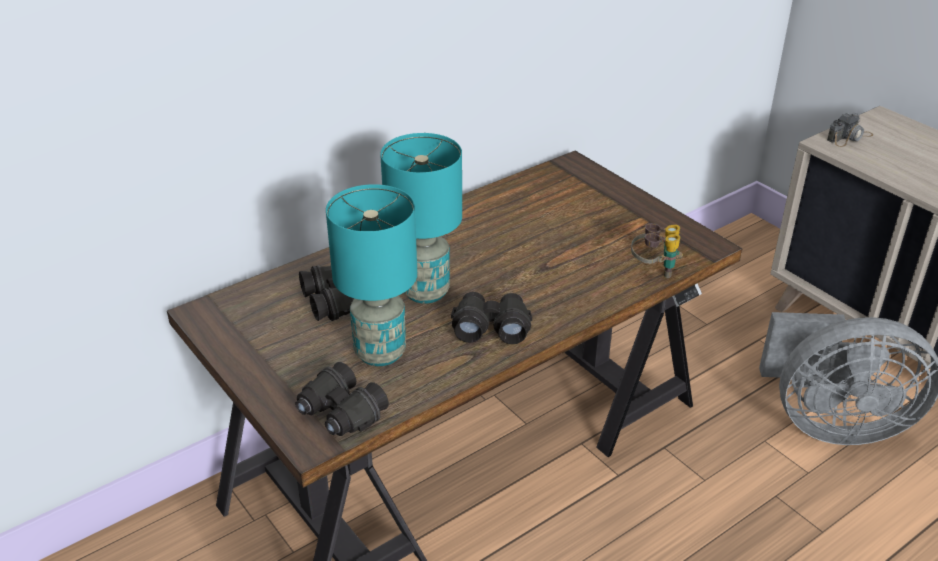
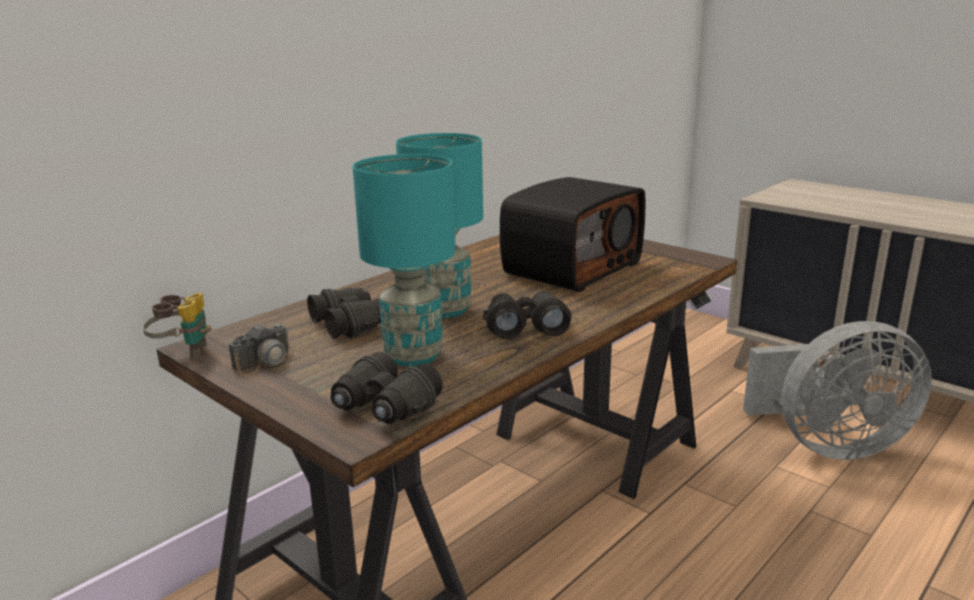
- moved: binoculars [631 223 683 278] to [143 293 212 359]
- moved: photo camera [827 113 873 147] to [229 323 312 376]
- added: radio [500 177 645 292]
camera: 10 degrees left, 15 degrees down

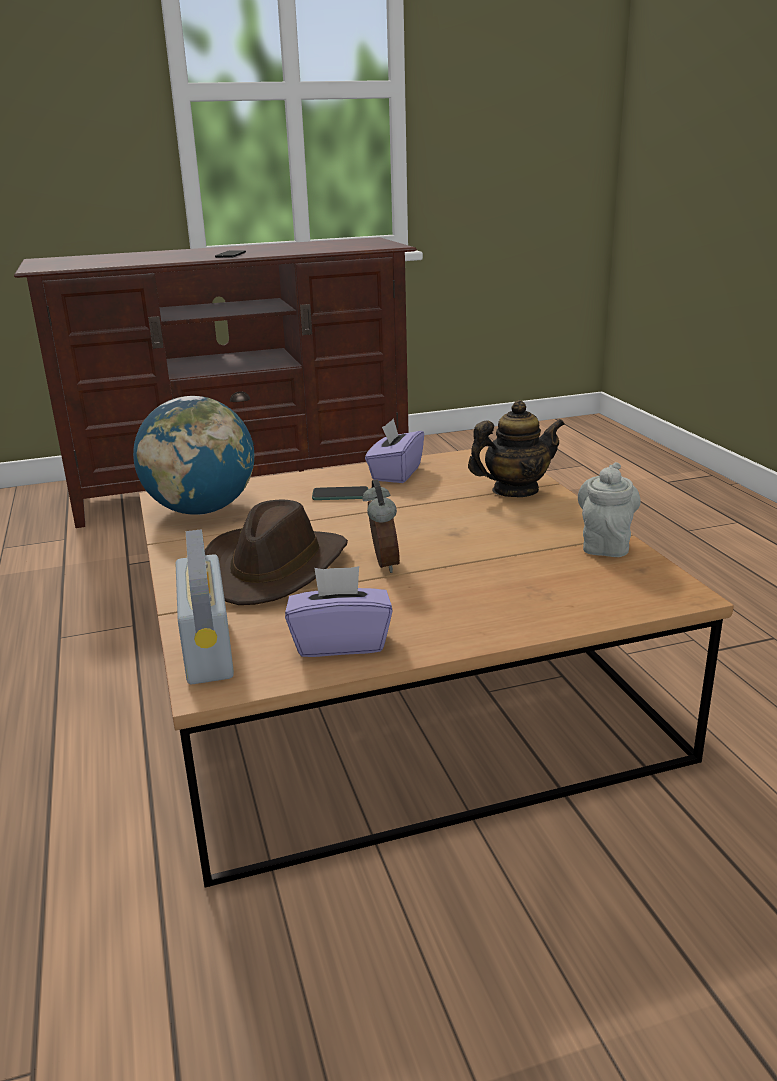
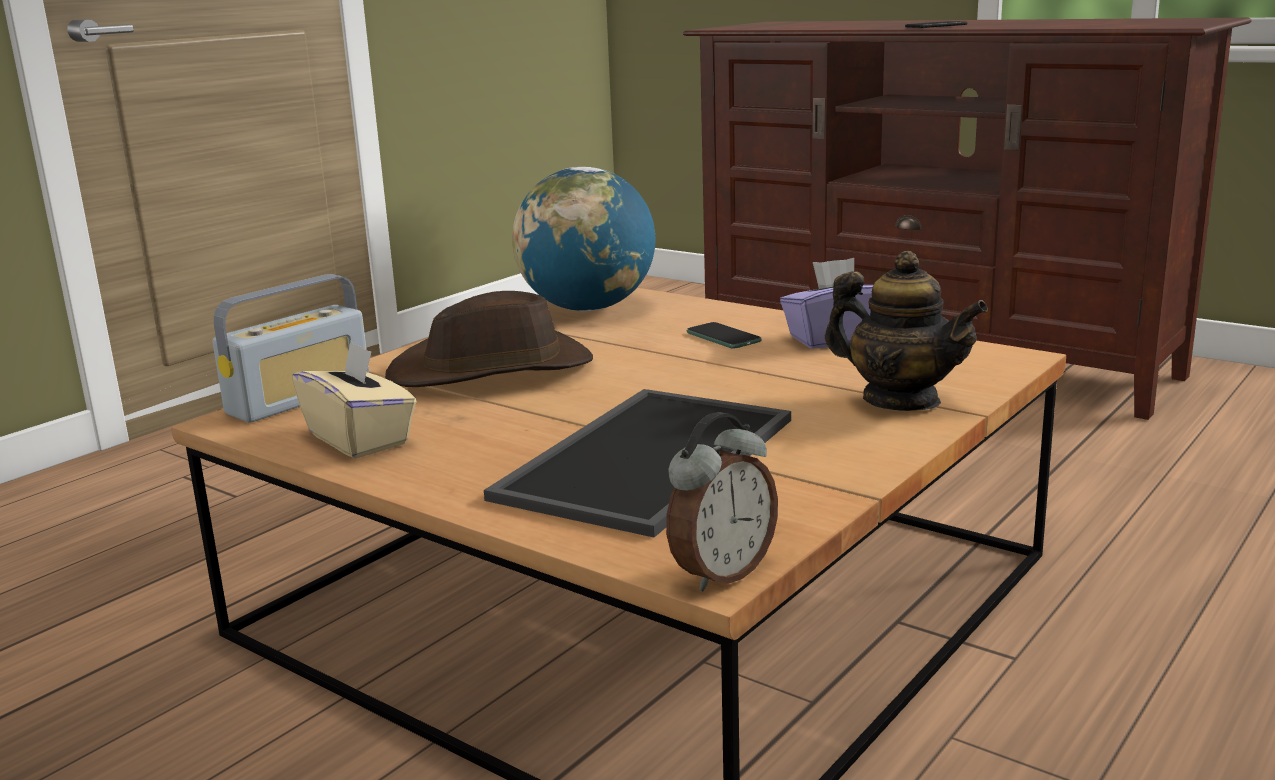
- recoloured: purple tissue box [285 566 393 657] to beige tissue box [292 341 417 458]
- added: tray [484 389 791 537]
- moved: alarm clock [362 479 400 573] to [666 413 778 591]
- removed: grey teapot [578 462 640 557]
camera: 55 degrees right, 5 degrees down

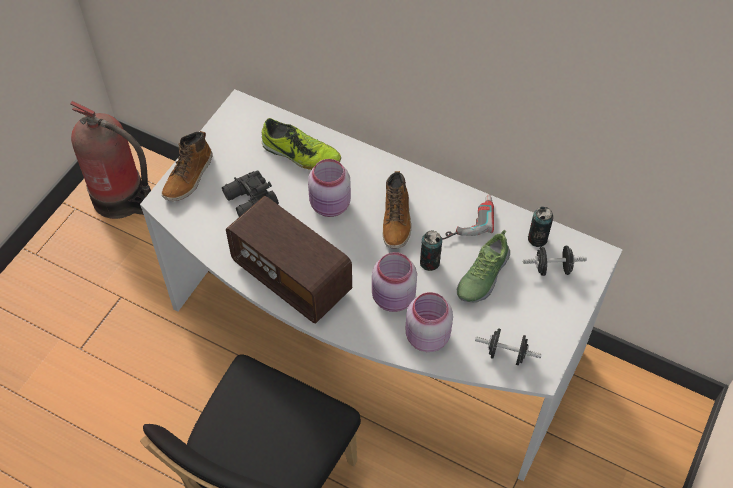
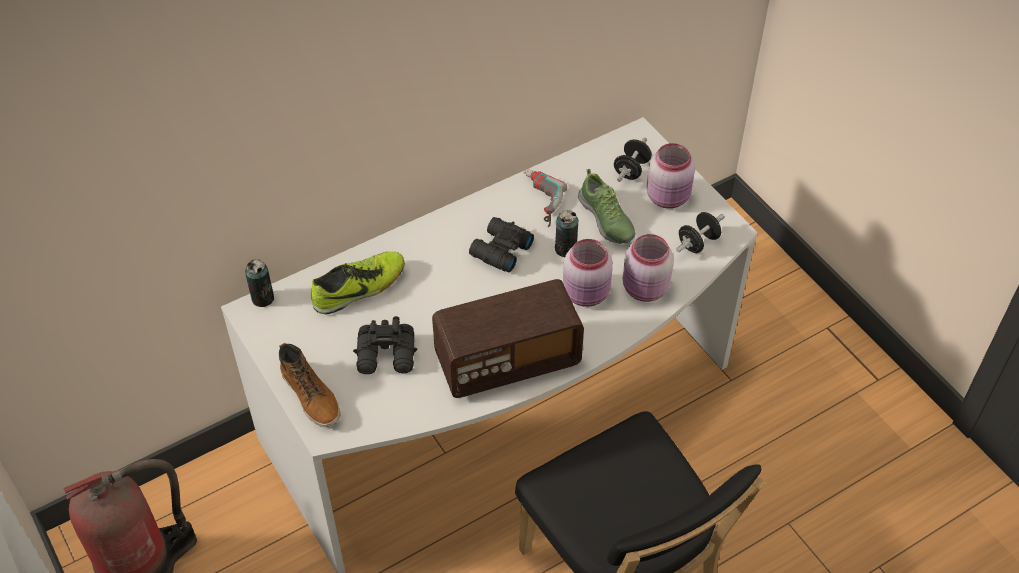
- moved: can [528 207 553 247] to [245 259 274 307]
- replaced: boot [383 171 411 248] to black binoculars [469 217 534 272]
- moved: pink jar [308 159 351 217] to [646 143 695 209]
camera: 60 degrees left, 5 degrees down

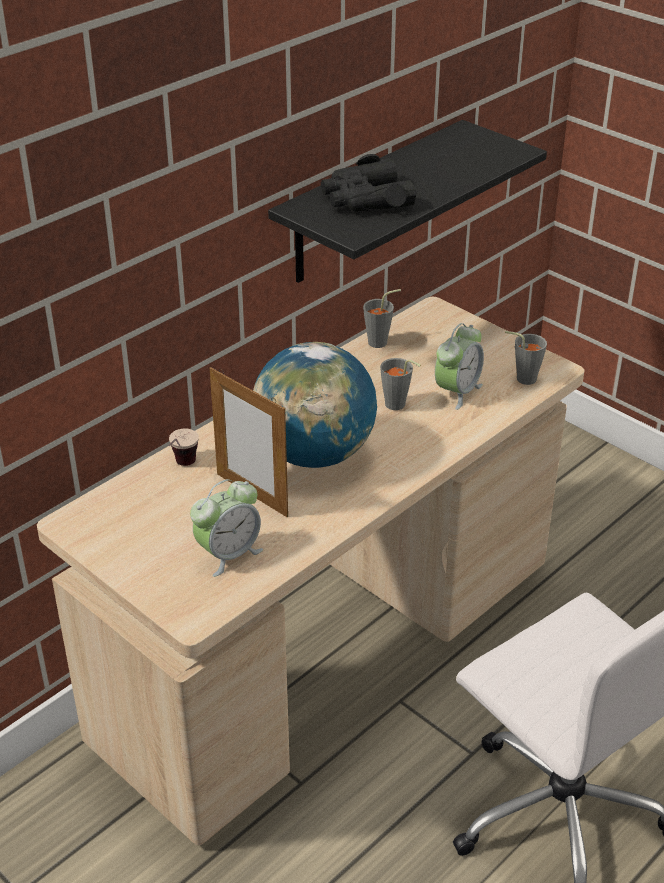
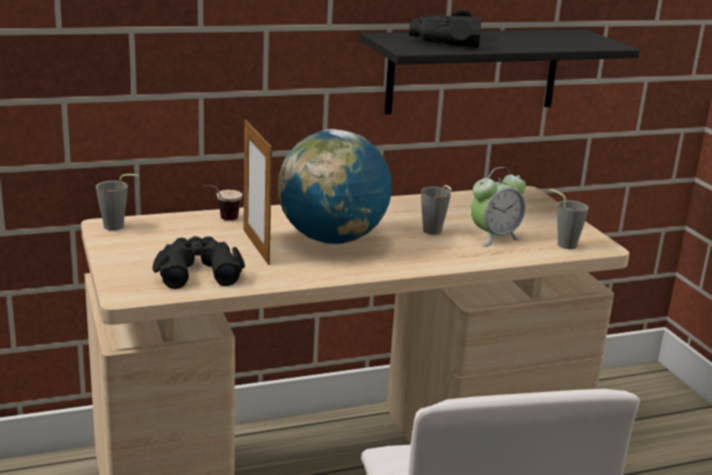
- moved: grey cup [363 289 401 348] to [96 174 138 230]
- replaced: alarm clock [190 479 263 577] to black binoculars [152 236 245 289]
camera: 25 degrees right, 15 degrees down

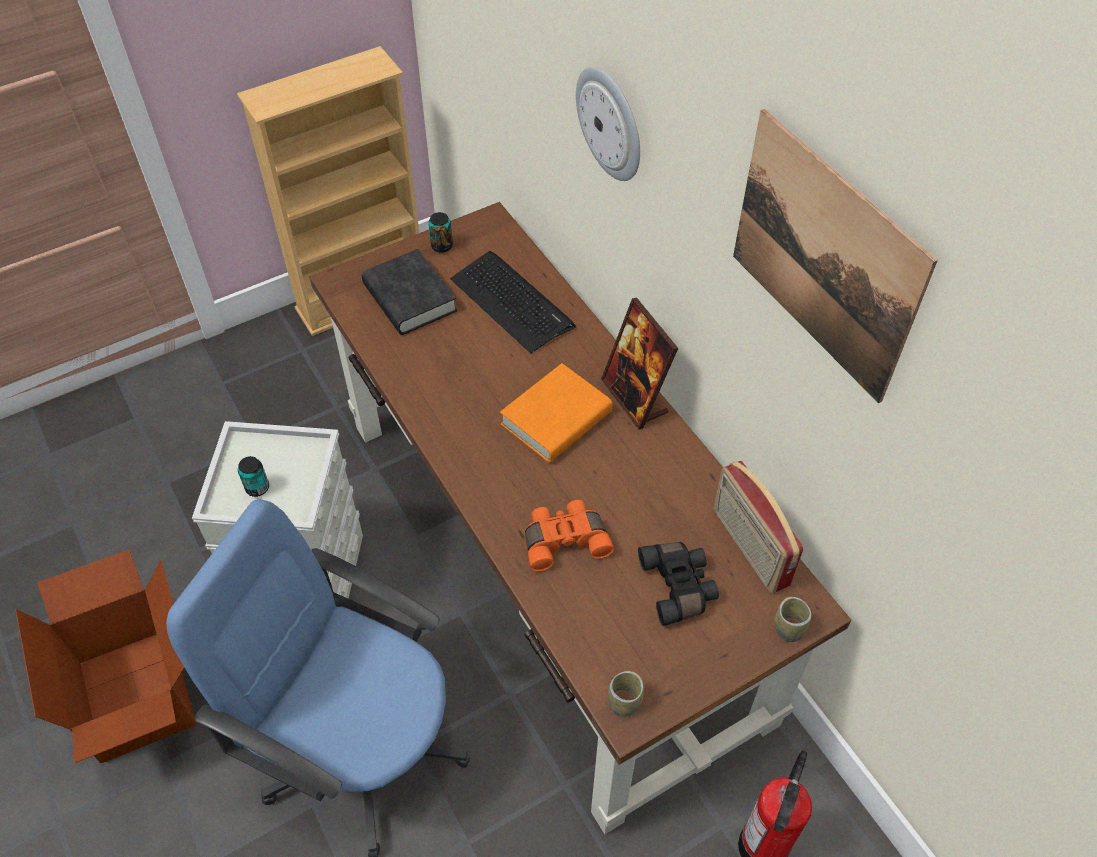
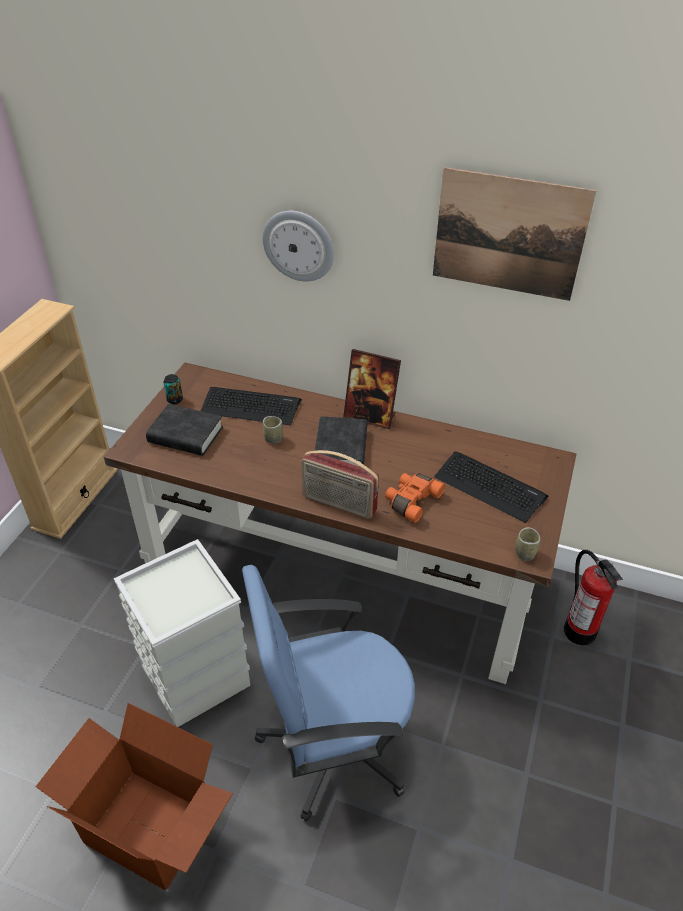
- moved: cup [774 597 811 642] to [263 416 283 444]
- moved: radio [713 461 803 593] to [301 450 379 519]
- recoloured: orange book [500 363 612 463] to black book [315 416 367 467]
- replaced: black binoculars [638 542 719 626] to keyboard [434 451 548 523]
- removed: can [238 456 269 497]
camera: 40 degrees left, 10 degrees down

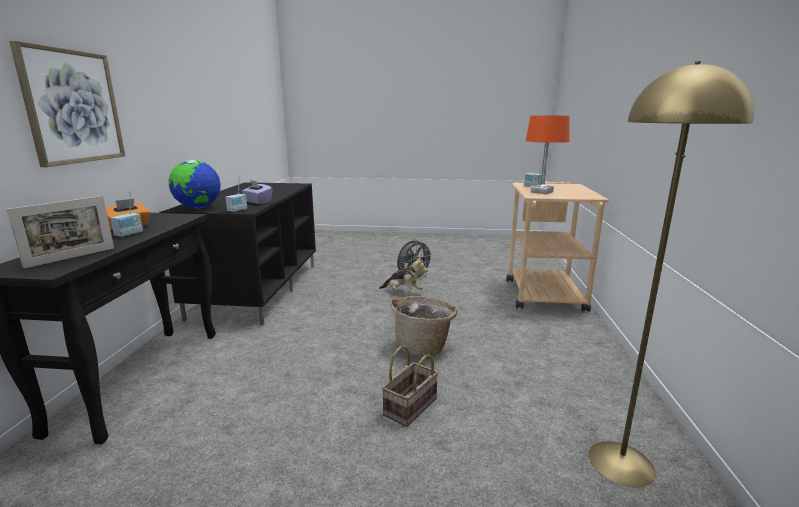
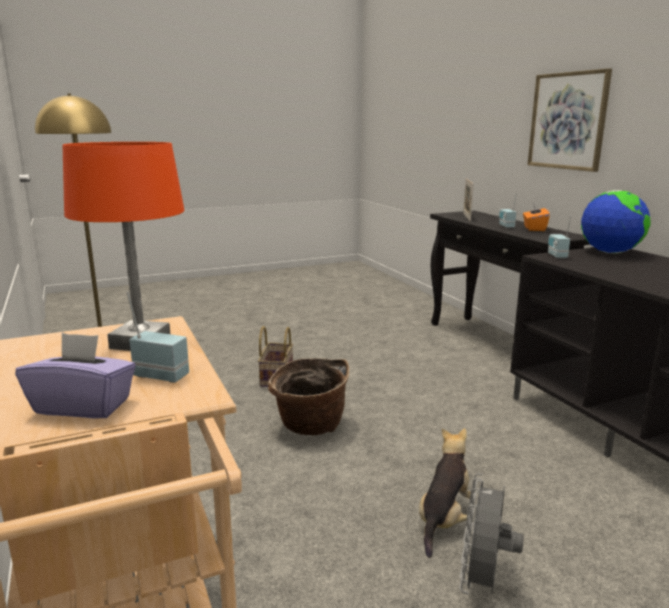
- moved: purple tissue box [242 180 273 204] to [15 333 136 418]
- turned: plush toy [379 256 428 293] = [419 428 471 558] 120 degrees clockwise
camera: 150 degrees right, 0 degrees up

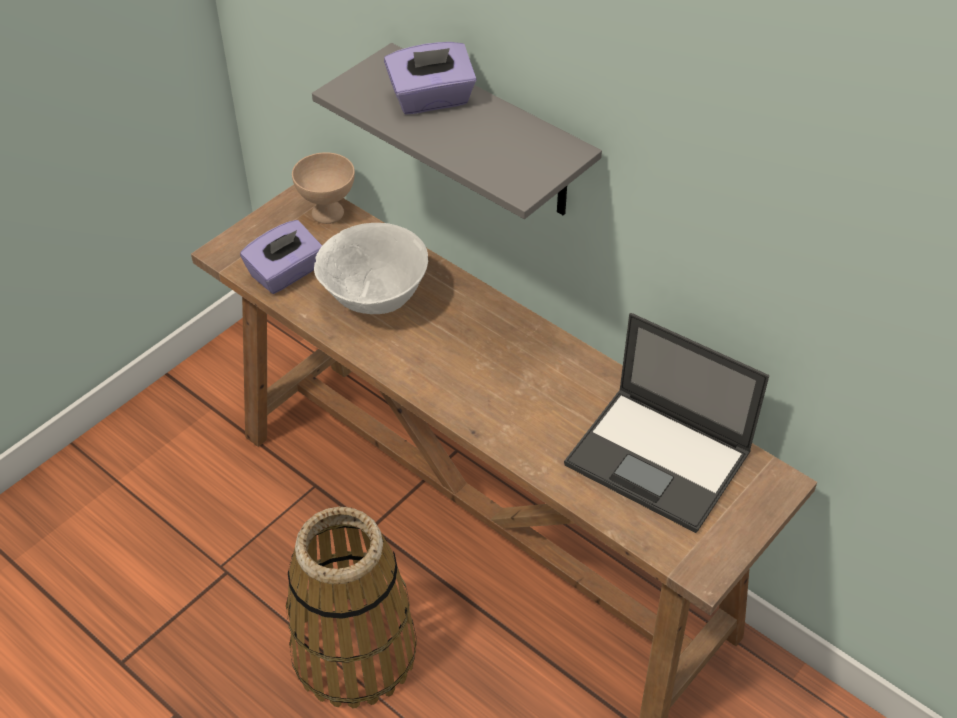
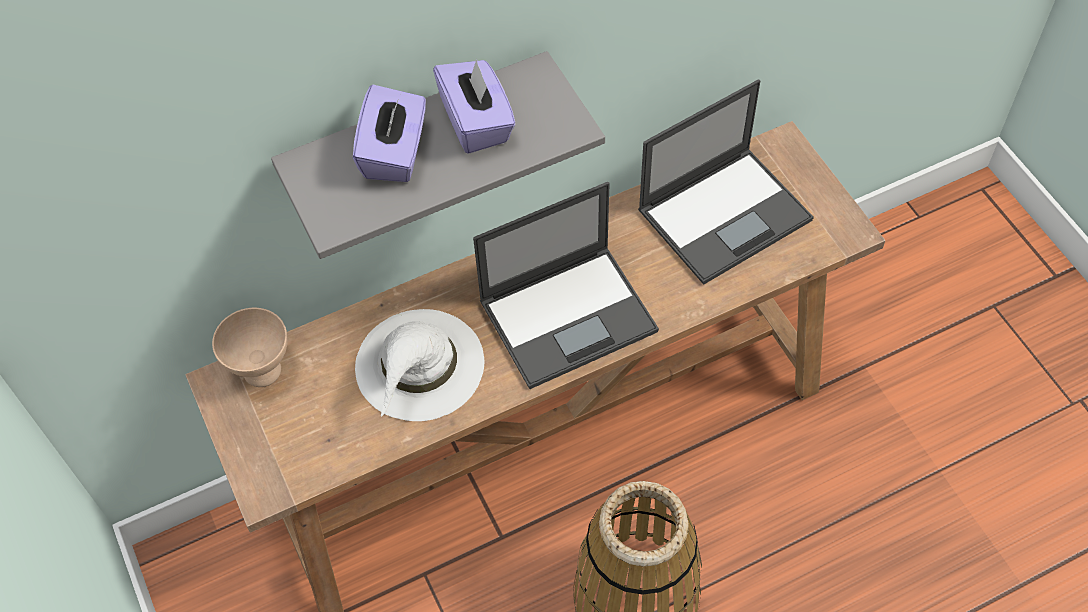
- replaced: white bowl [314 223 428 314] to white hat [355 309 484 421]
- moved: purple tissue box [240 220 322 294] to [433 59 516 154]
- added: laptop [473 182 659 389]
camera: 65 degrees left, 10 degrees up

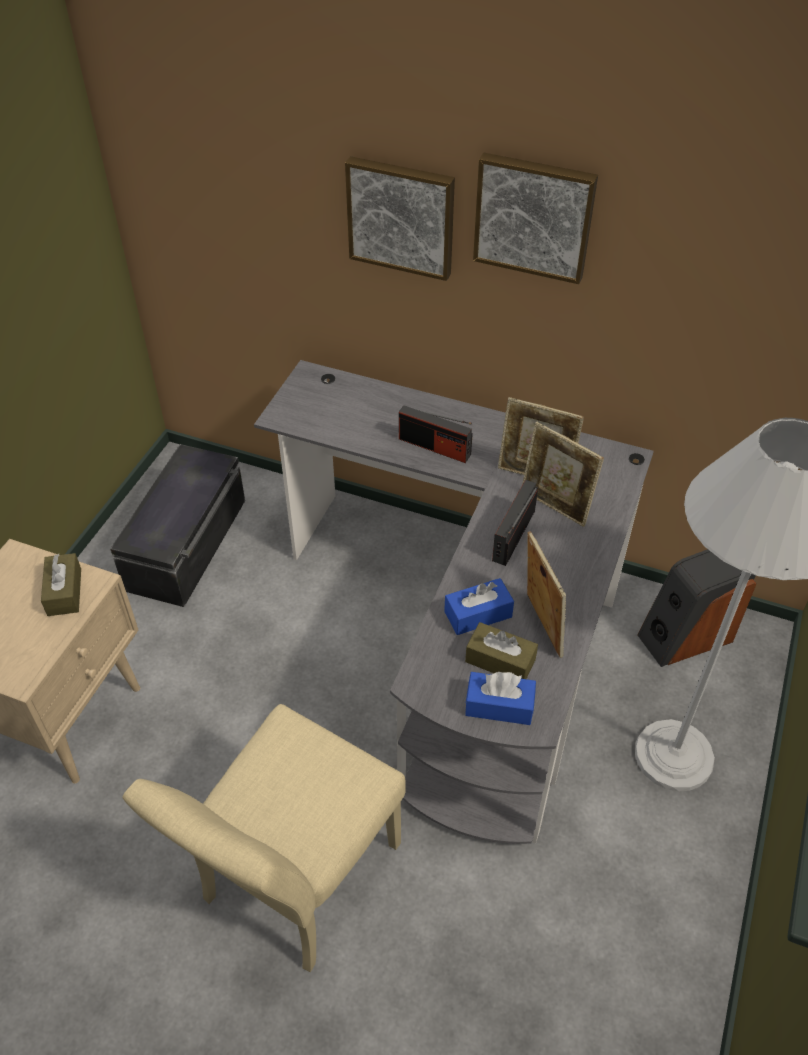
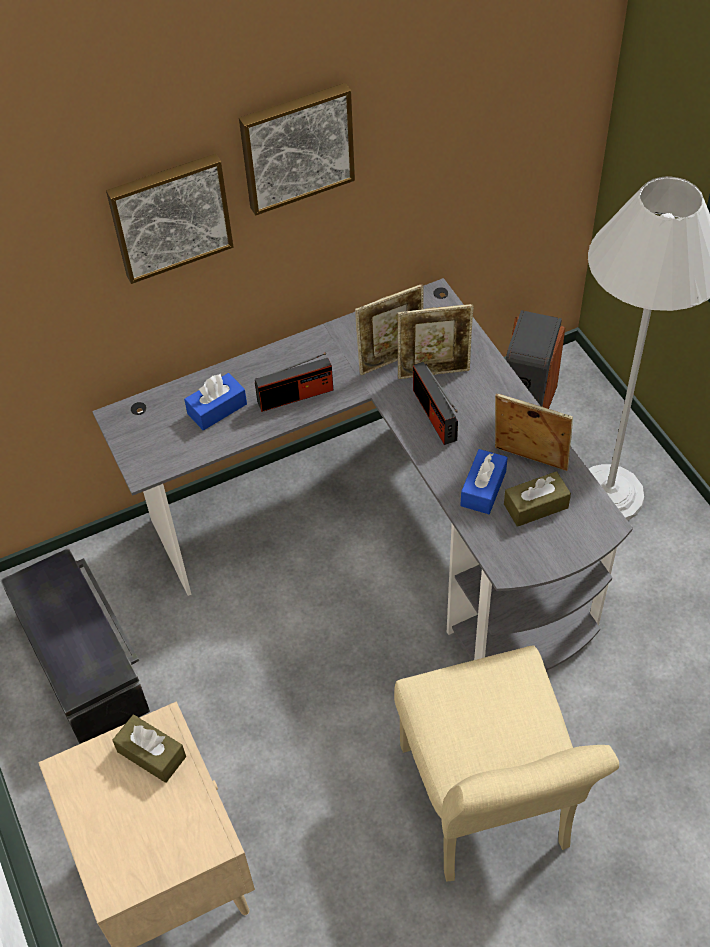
- moved: blue tissue box [465 672 536 725] to [184 373 247 431]
camera: 45 degrees left, 5 degrees up

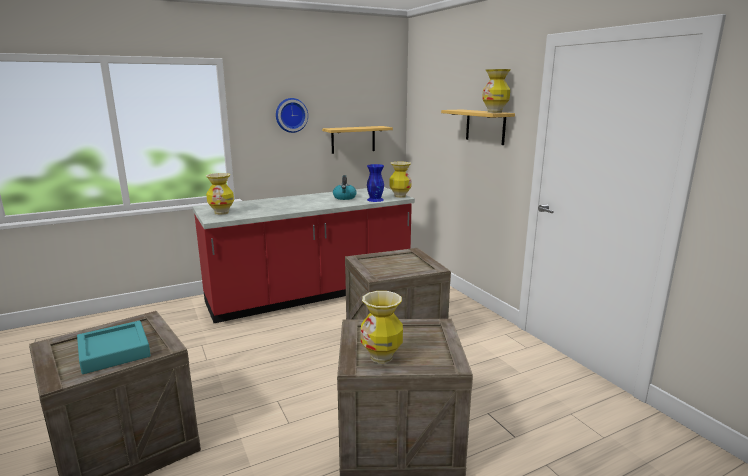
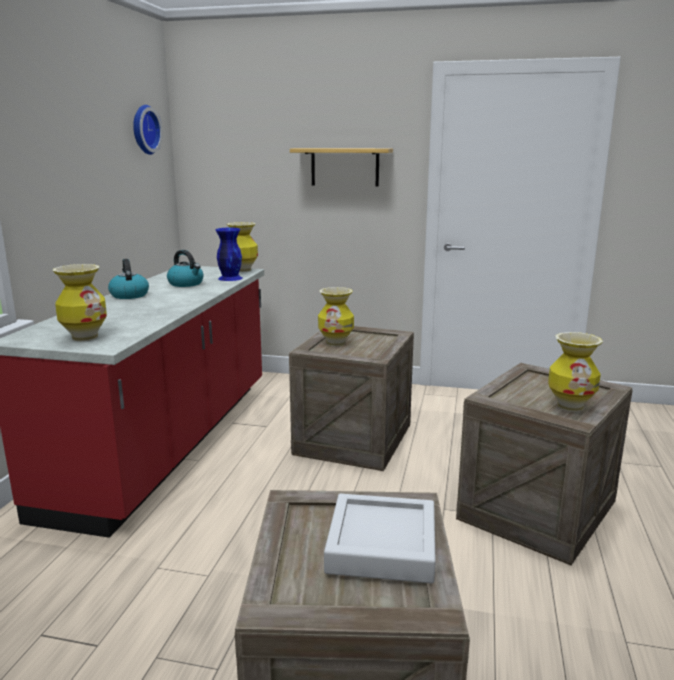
- added: kettle [108 259 149 299]
- moved: wall clock [276 98 308 133] to [133 105 163 155]
- moved: vase [482 69 511 113] to [318 287 354 346]
- recoloured: turquoise tray [77 321 151 374] to grey tray [324 494 436 584]
- removed: shelf [322 126 393 154]
camera: 50 degrees left, 0 degrees up

